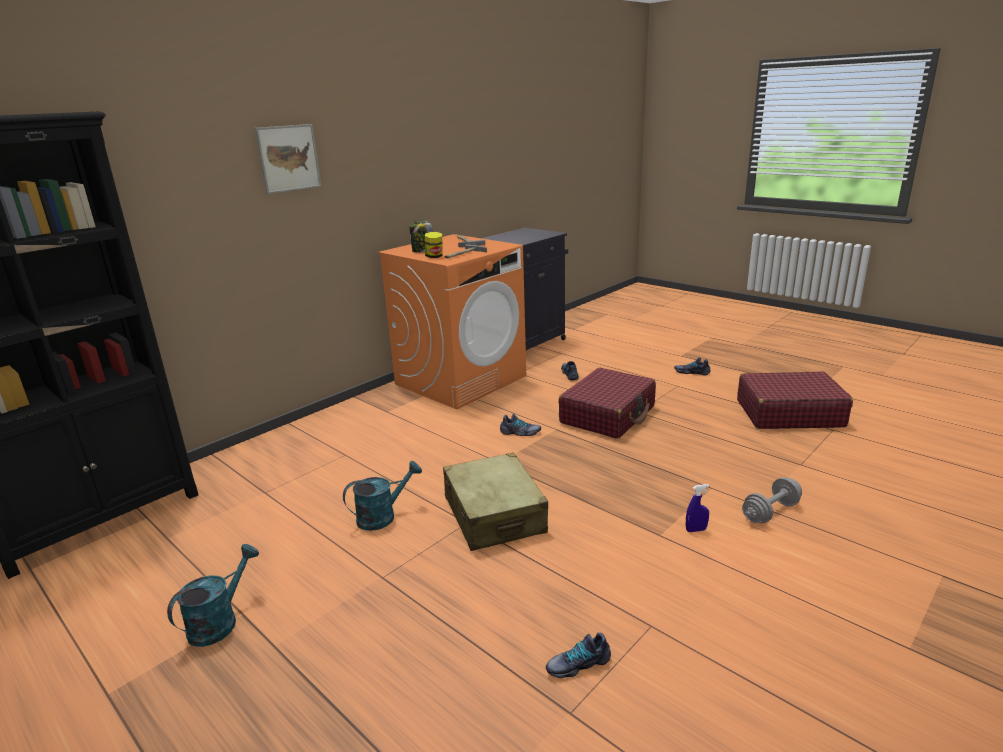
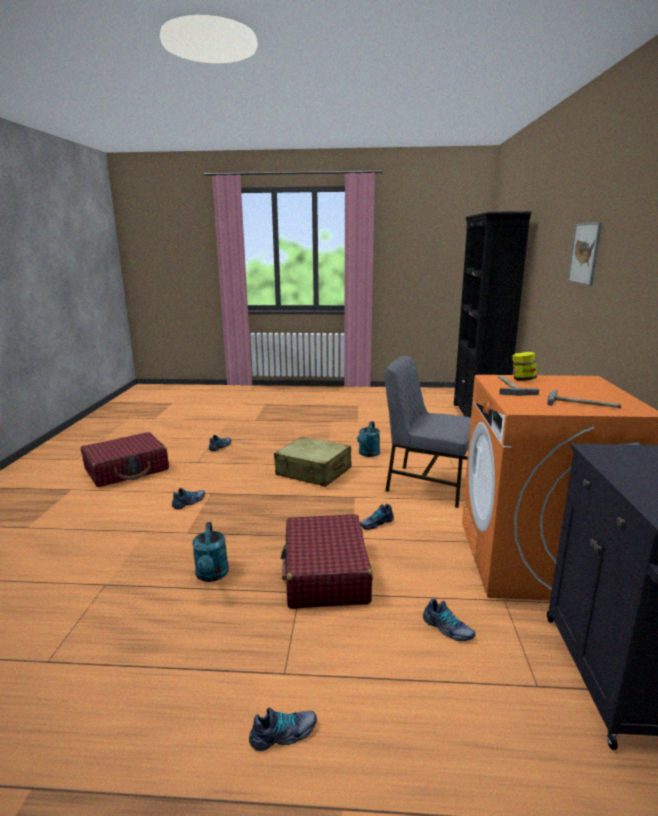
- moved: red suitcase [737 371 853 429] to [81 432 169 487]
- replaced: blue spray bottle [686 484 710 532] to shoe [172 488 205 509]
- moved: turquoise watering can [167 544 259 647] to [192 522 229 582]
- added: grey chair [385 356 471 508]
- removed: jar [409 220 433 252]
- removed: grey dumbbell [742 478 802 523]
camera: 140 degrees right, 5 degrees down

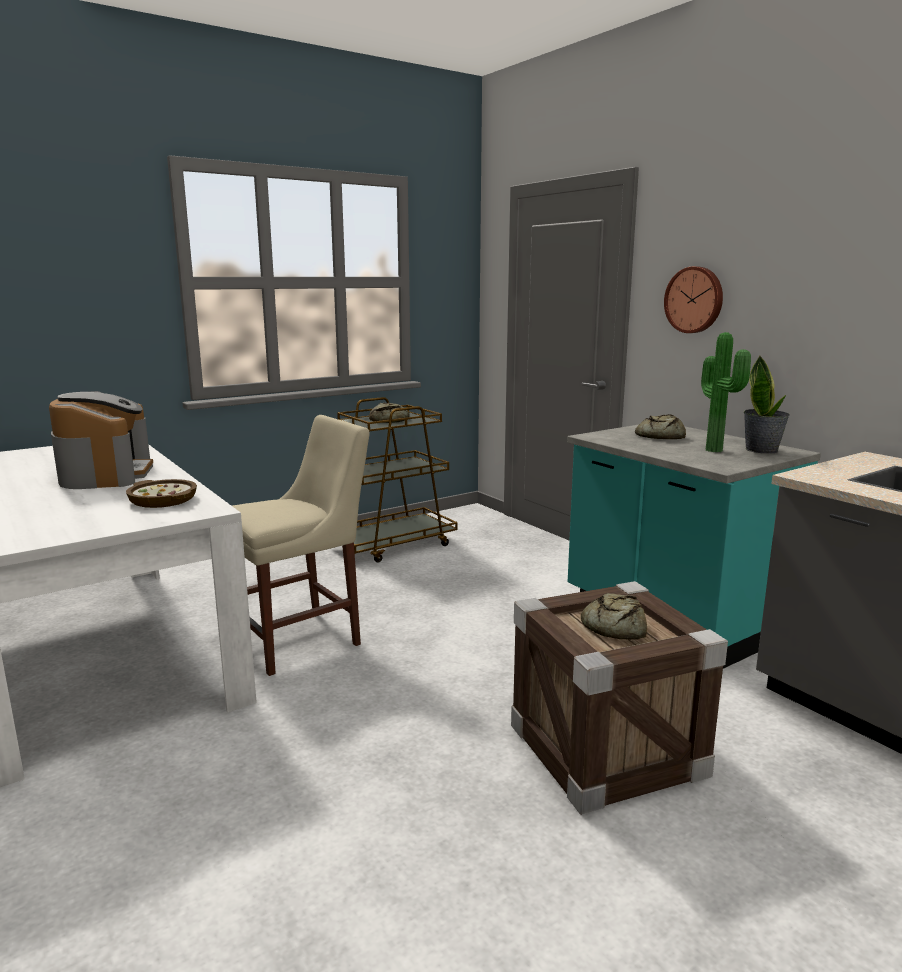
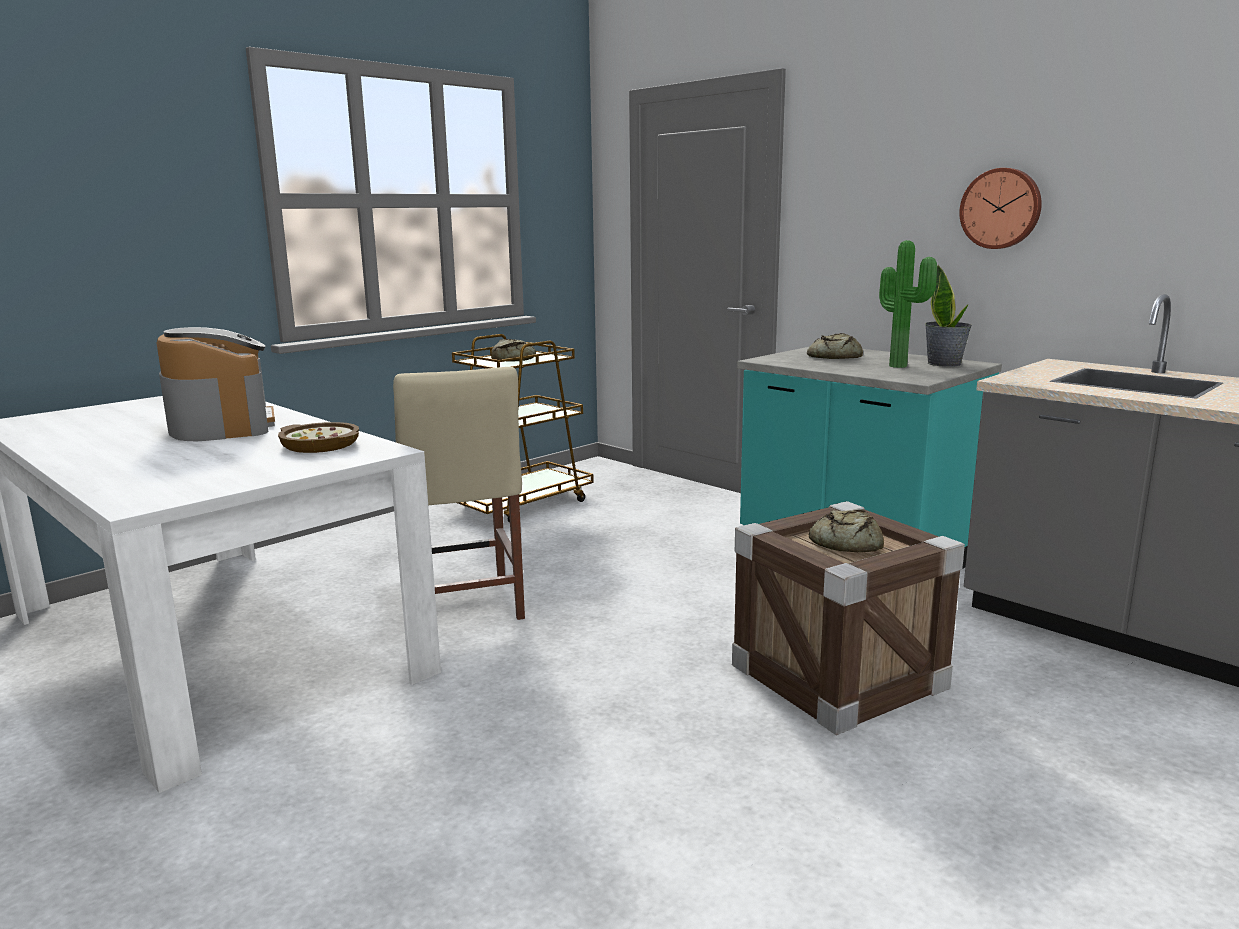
- turned: beige chair [233 415 370 676] = [393 367 525 620] 120 degrees clockwise
- moved: wall clock [664 266 723 333] to [959 168 1042 249]
camera: 10 degrees left, 0 degrees up

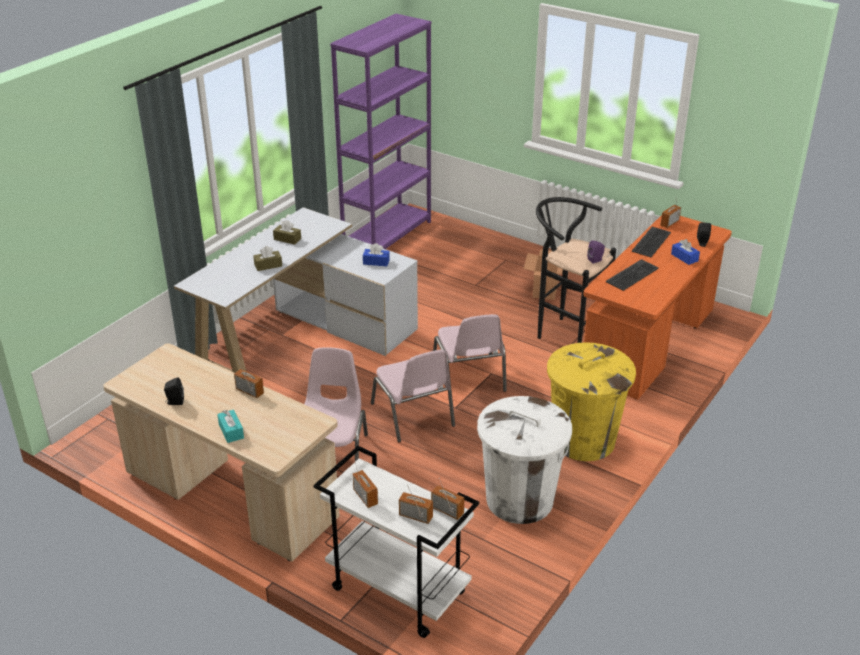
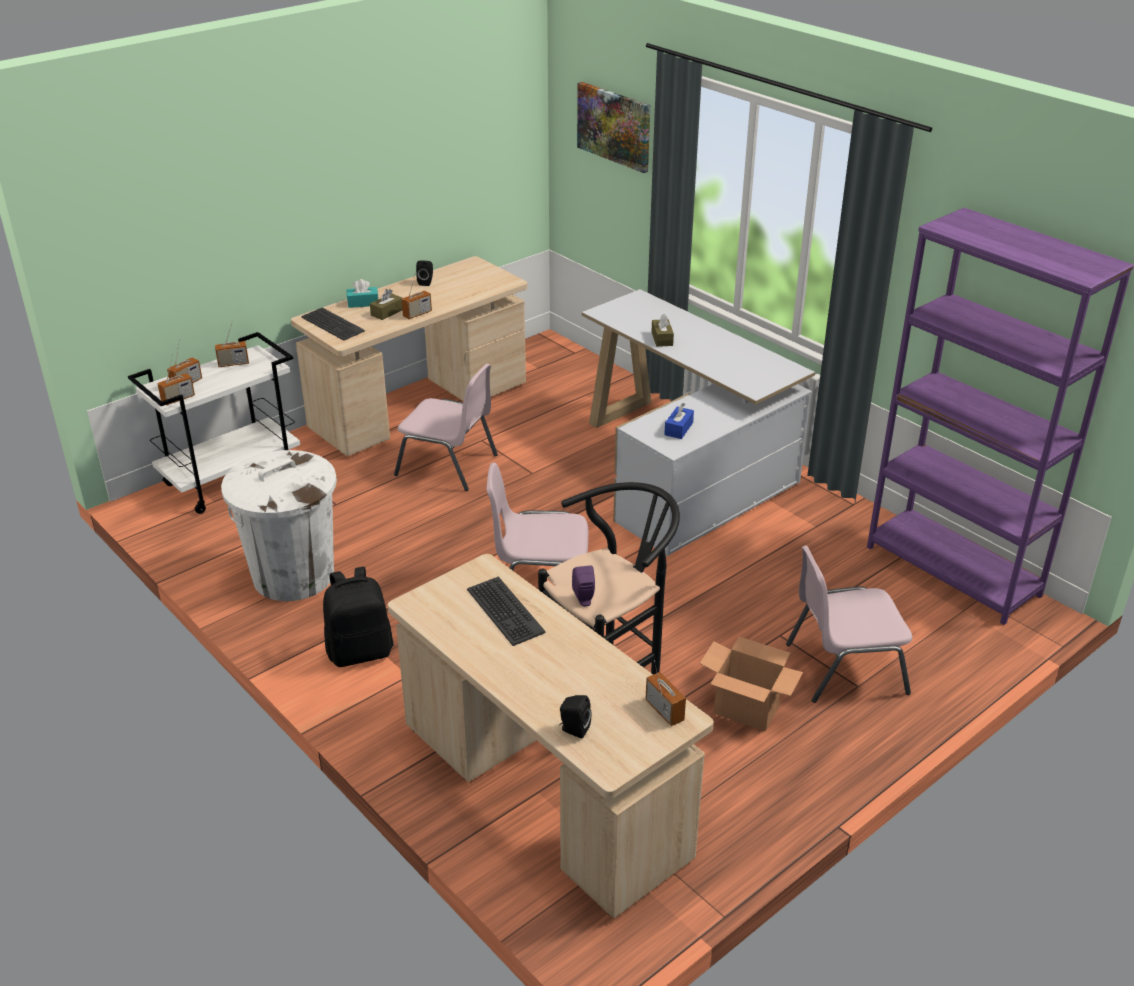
- moved: keyboard [632 227 671 257] to [302 308 365 341]
- replaced: yellow trash can [547 342 636 461] to black backpack [323 567 394 667]
- moved: brown tissue box [273 220 301 245] to [370 289 402 320]
- recoloured: orange desk [583 215 732 400] to beige desk [388 554 714 919]
- added: picture [577 82 651 173]
- moved: pink chair [371 350 455 442] to [786 546 912 703]
- removed: blue tissue box [671 239 700 265]
camera: 105 degrees right, 0 degrees up

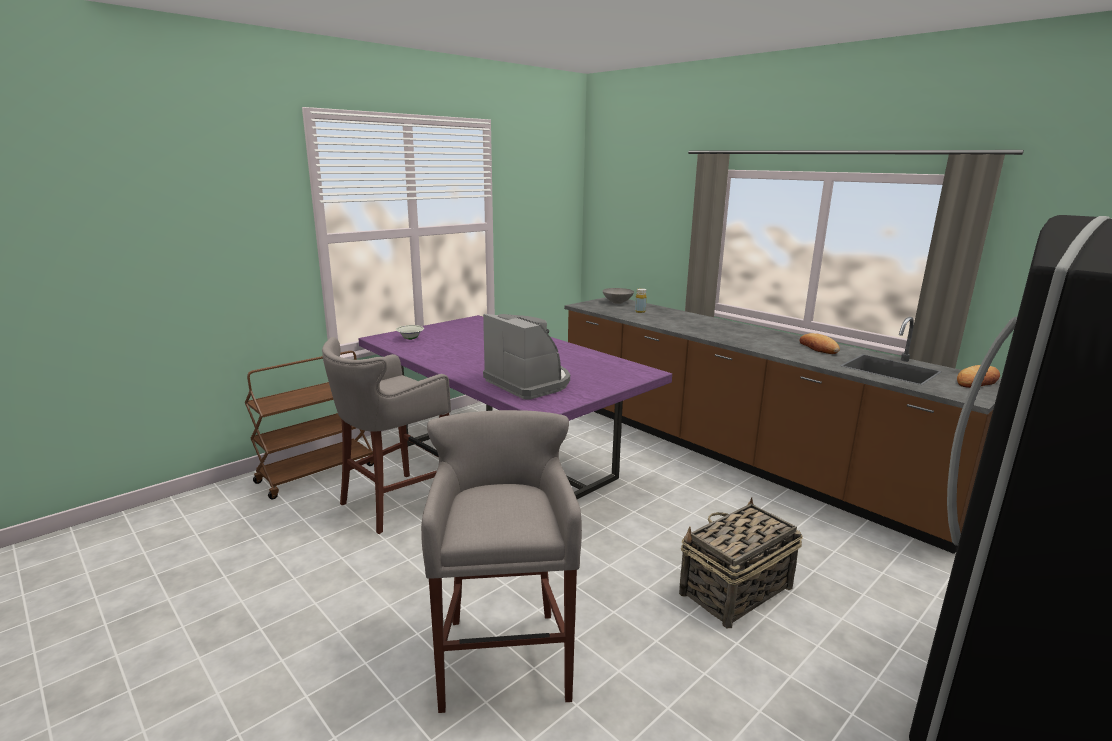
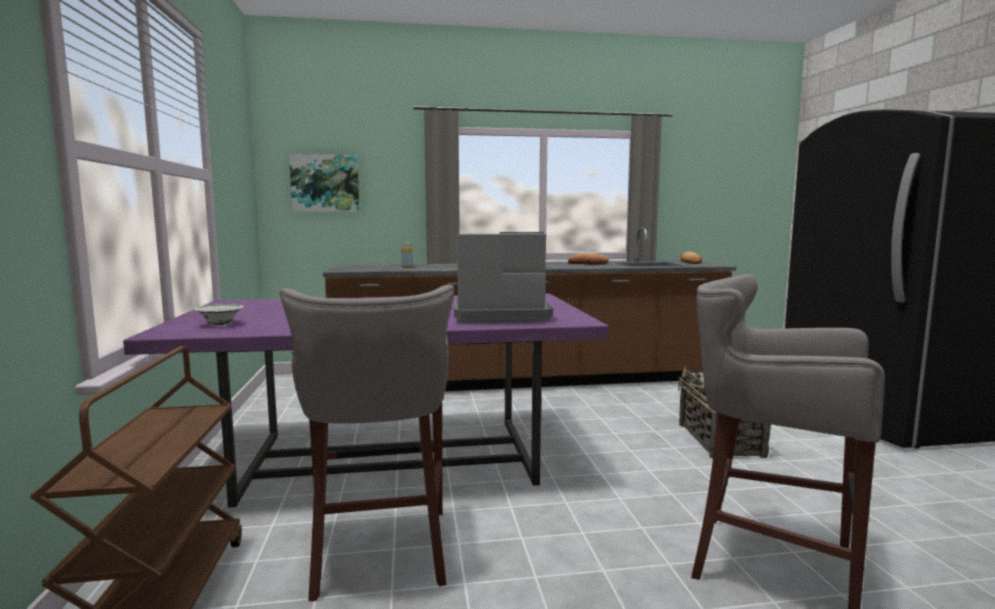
- added: picture [289 154 360 212]
- removed: grey bowl [603 288 634 304]
camera: 55 degrees left, 10 degrees down

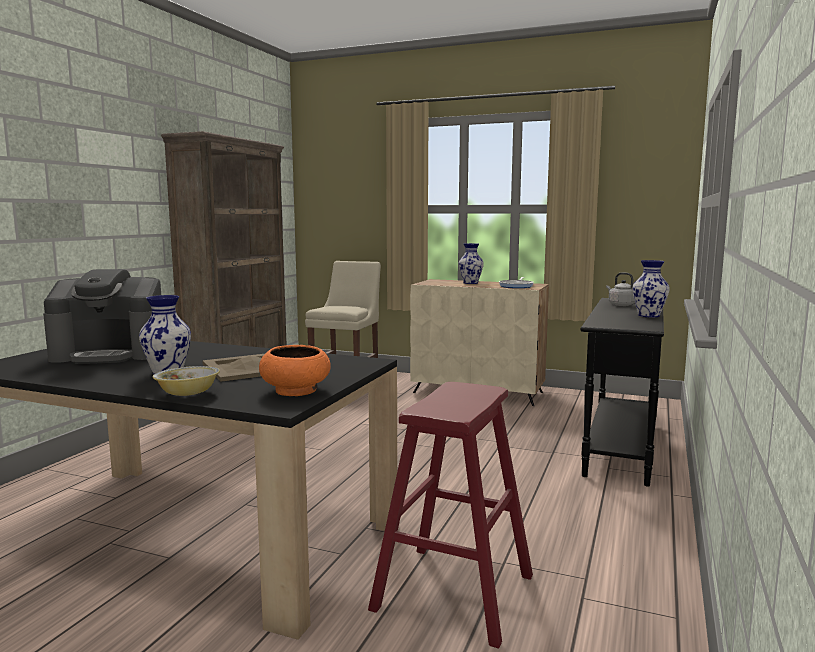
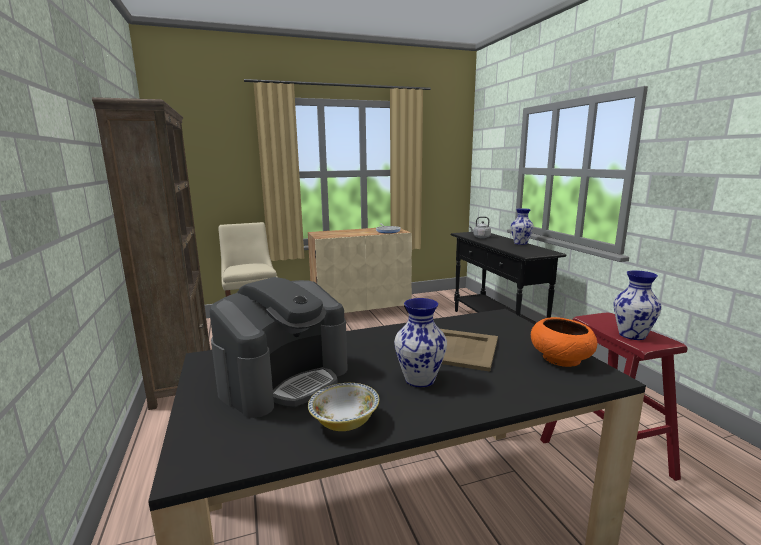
- moved: bowl [153 366 220 396] to [308 383 379 431]
- moved: vase [459 243 484 284] to [613 270 662 340]
camera: 40 degrees left, 5 degrees up

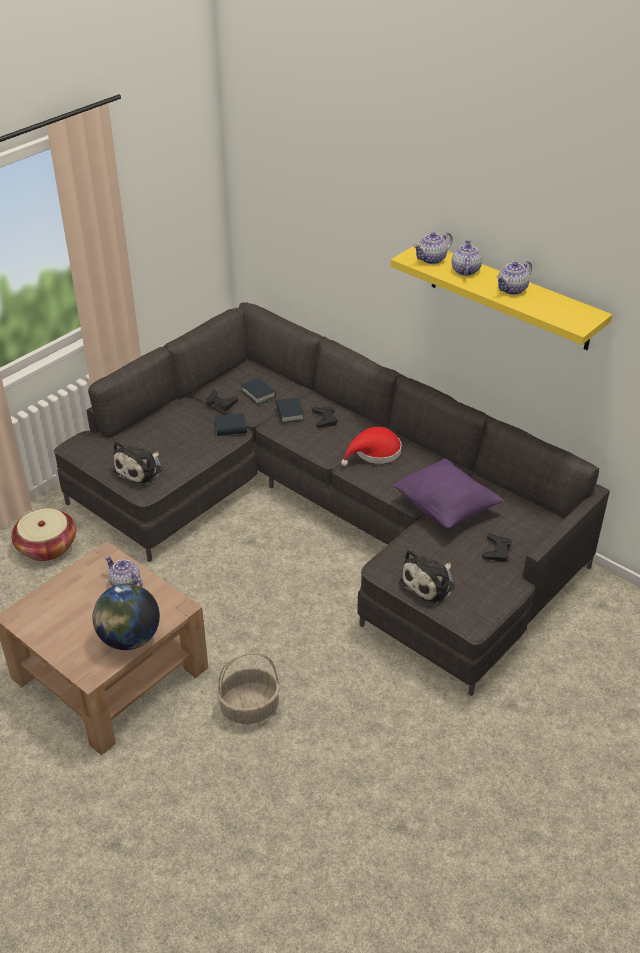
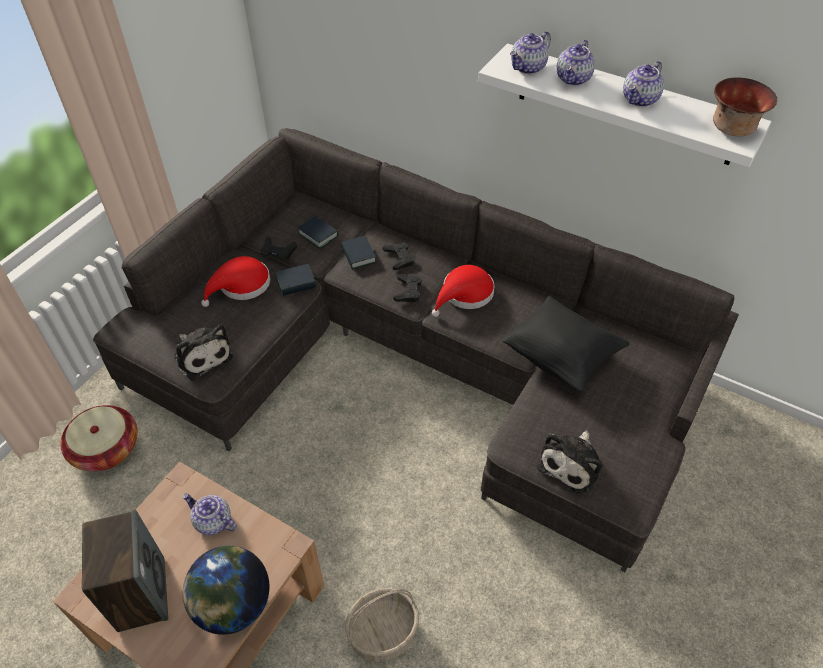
- added: speaker [82 510 168 632]
- turned: plush toy [113 441 162 486] = [174 325 233 381] 60 degrees counterclockwise
- added: red hat [201 256 270 307]
- moved: black game controller [482 533 512 562] to [393 274 422 302]
- recoloured: yellow shelf [390 243 612 350] to white shelf [478 44 772 167]
- recoloured: purple pillow [393 458 504 528] to black pillow [502 296 629 391]
- turned: teapot [452 240 482 276] = [556 40 595 86] 150 degrees counterclockwise
- added: bowl [713 78 777 136]
camera: 10 degrees left, 10 degrees up

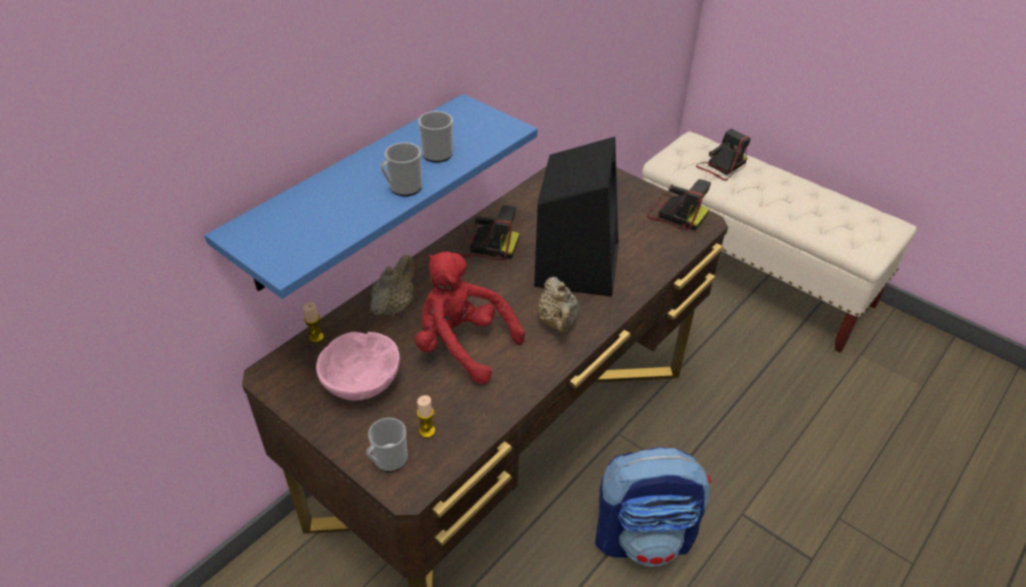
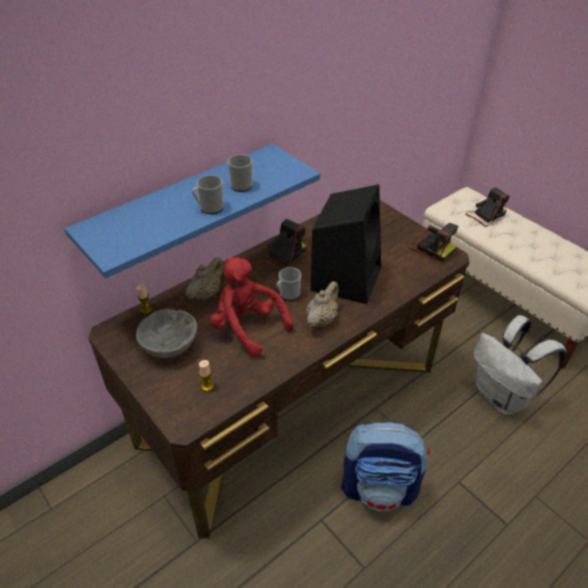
- recoloured: pink bowl [316 332 400 401] to grey bowl [136 309 197 358]
- turned: photo camera [458 205 520 260] = [258 219 307 270] 75 degrees counterclockwise
- moved: mug [366 418 408 472] to [277 267 301 301]
- turned: beige teapot [538 277 580 335] = [306 281 339 327] 150 degrees counterclockwise
- added: white backpack [474 315 567 415]
camera: 10 degrees right, 0 degrees up

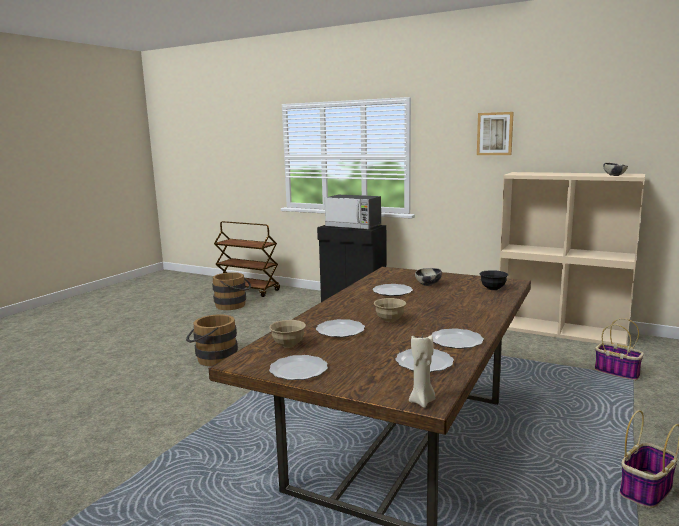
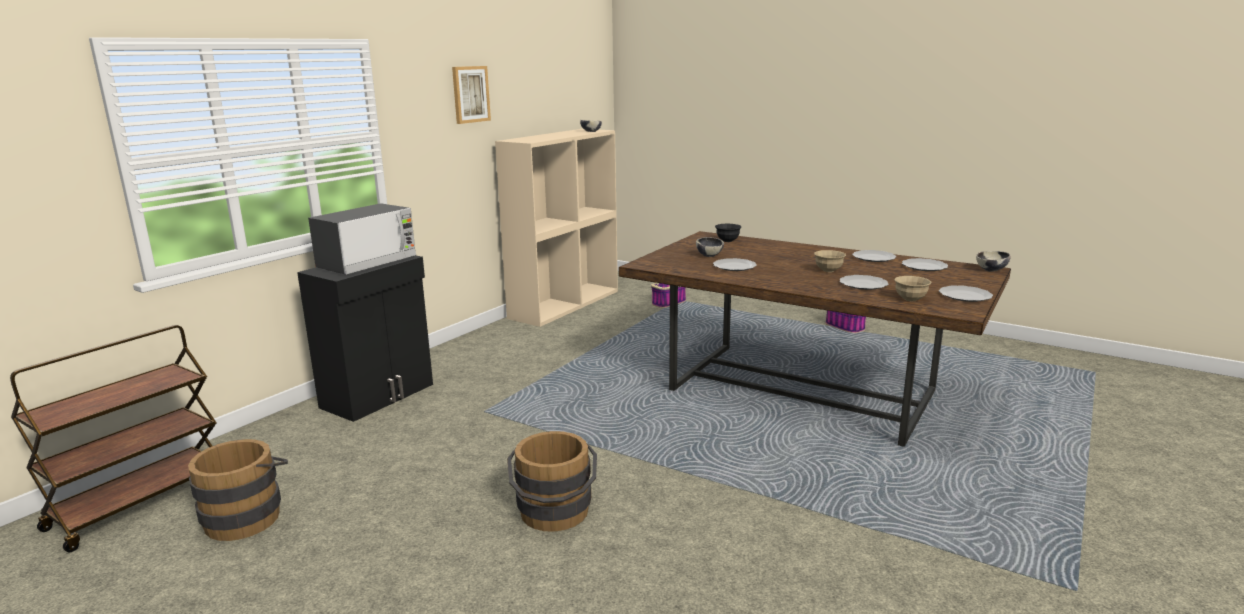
- replaced: beige candle [409 335 436 408] to bowl [976 251 1010 272]
camera: 85 degrees left, 5 degrees up

